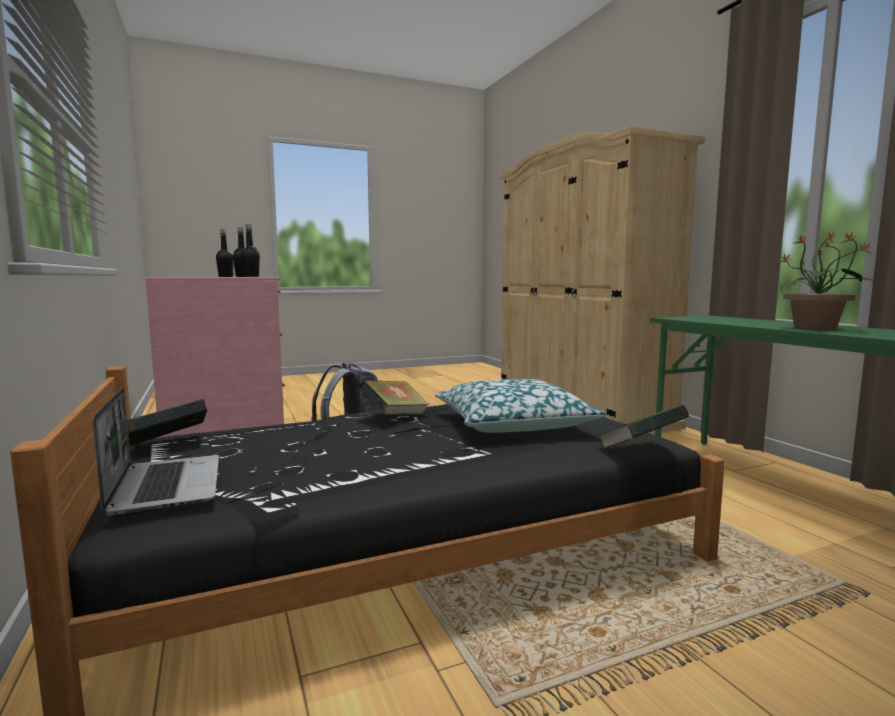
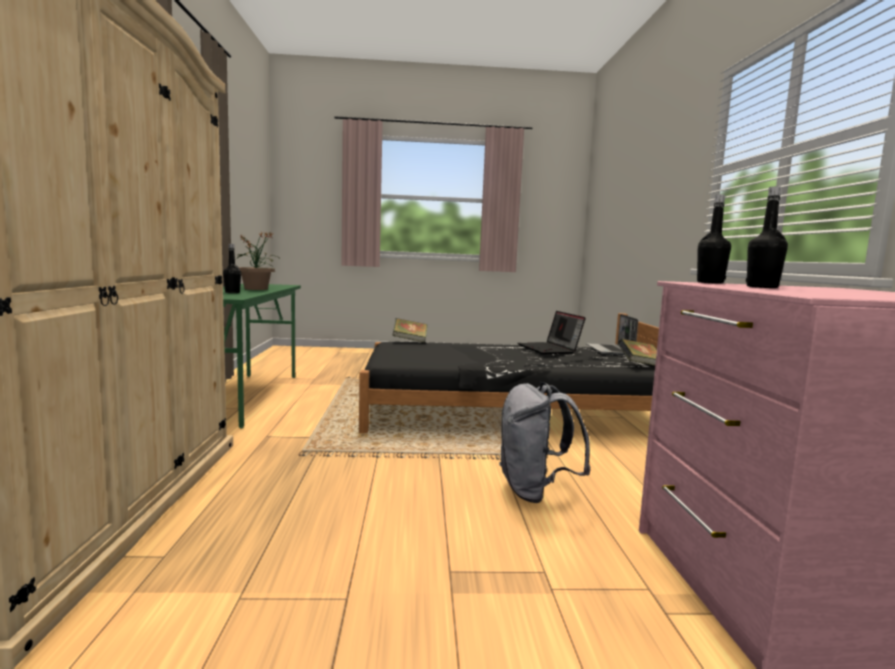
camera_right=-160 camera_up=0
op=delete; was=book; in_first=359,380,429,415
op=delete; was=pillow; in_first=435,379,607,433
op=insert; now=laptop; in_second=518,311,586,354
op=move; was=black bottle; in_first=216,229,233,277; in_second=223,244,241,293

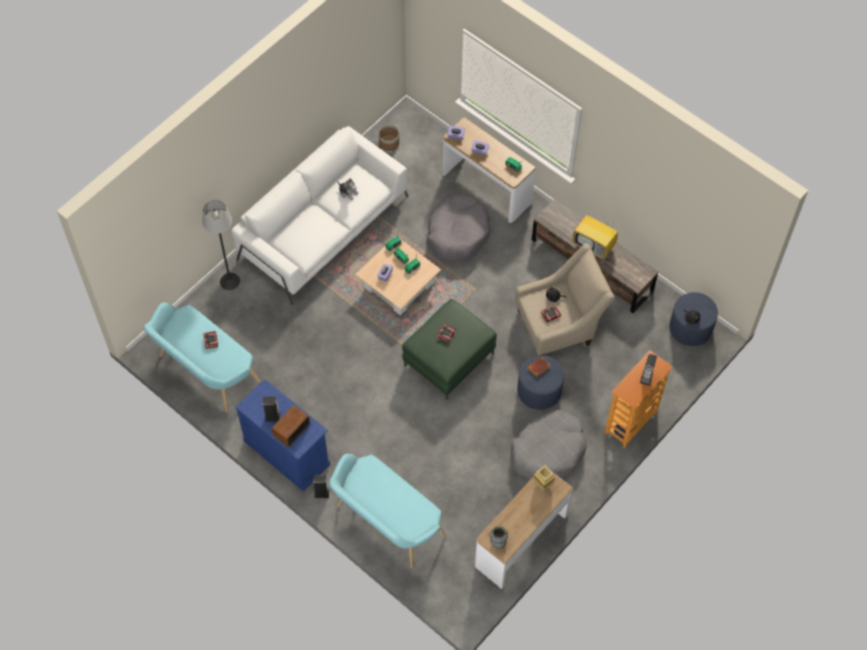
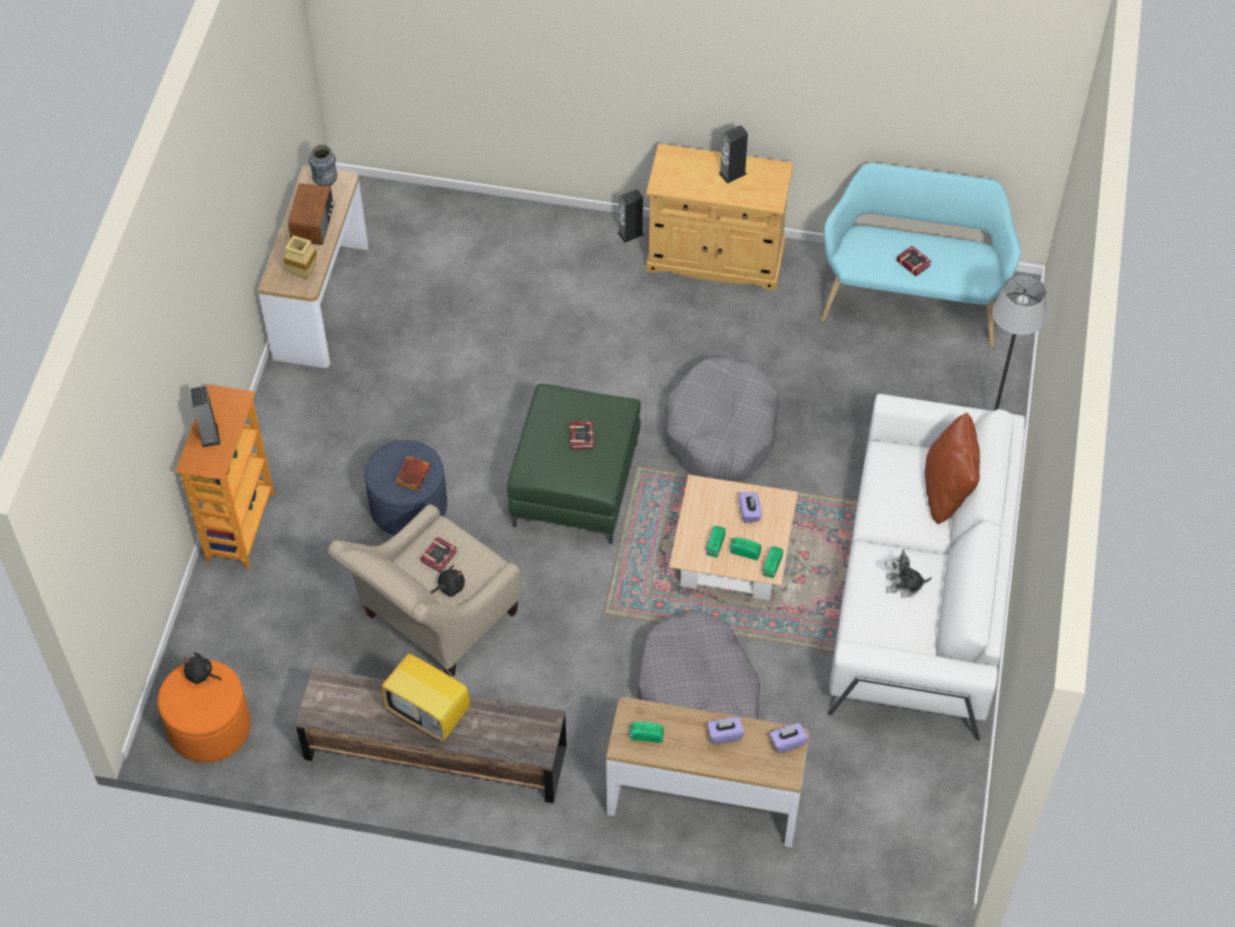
camera_right=150 camera_up=-5
op=delete; was=turquoise bench; in_first=329,454,447,569
op=delete; was=planter; in_first=379,125,399,151
op=insert; now=brown pillow; in_second=925,413,980,524
op=move; was=radio; in_first=272,405,310,447; in_second=288,183,335,245
op=move; was=grey dog bed; in_first=511,409,587,480; in_second=664,357,779,481
op=recolor; was=blue cabinet; now=beige cabinet; in_first=235,379,330,491; in_second=646,143,793,291
op=recolor; was=blue ottoman; now=orange ottoman; in_first=669,292,718,346; in_second=158,660,251,763
op=rotate; was=television; in_first=572,215,618,260; in_second=381,652,470,742; clockwise=-150

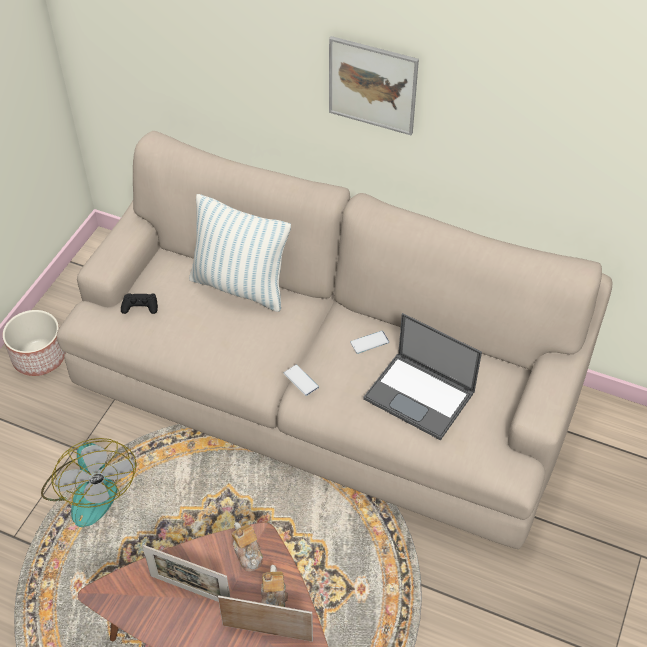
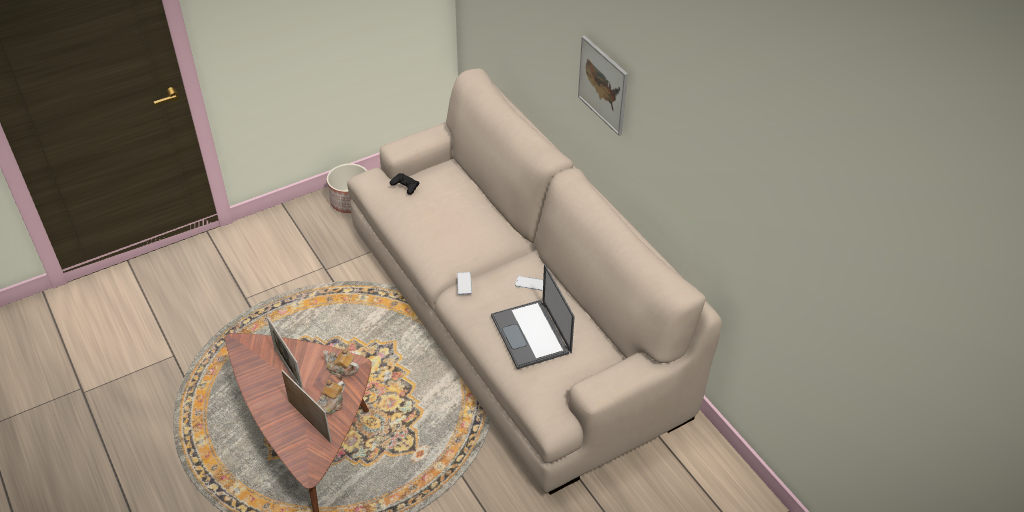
camera_right=35 camera_up=-5
op=delete; was=fan; in_first=41,438,137,527
op=delete; was=pillow; in_first=189,194,291,312
op=rotate; was=teapot; in_first=231,522,263,571; in_second=323,349,359,379; clockwise=105

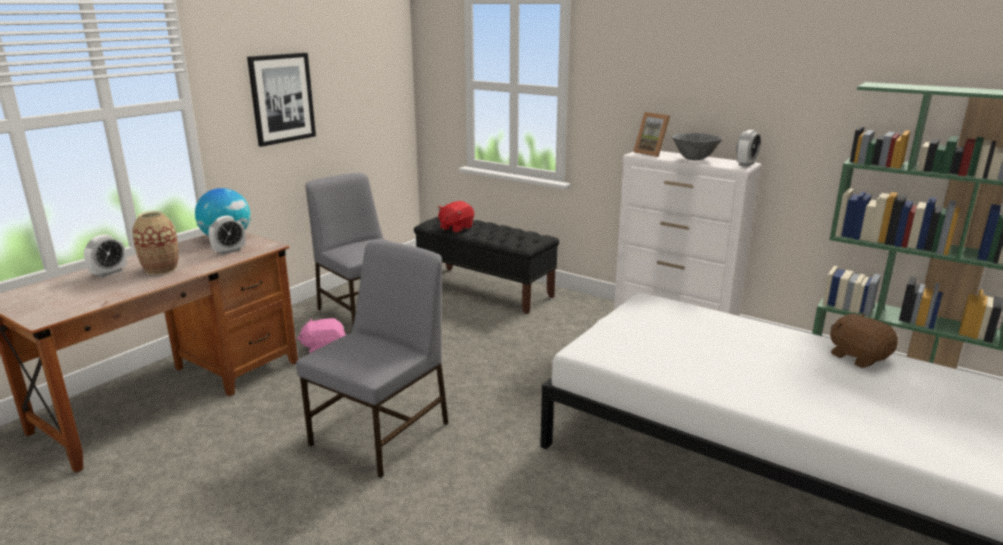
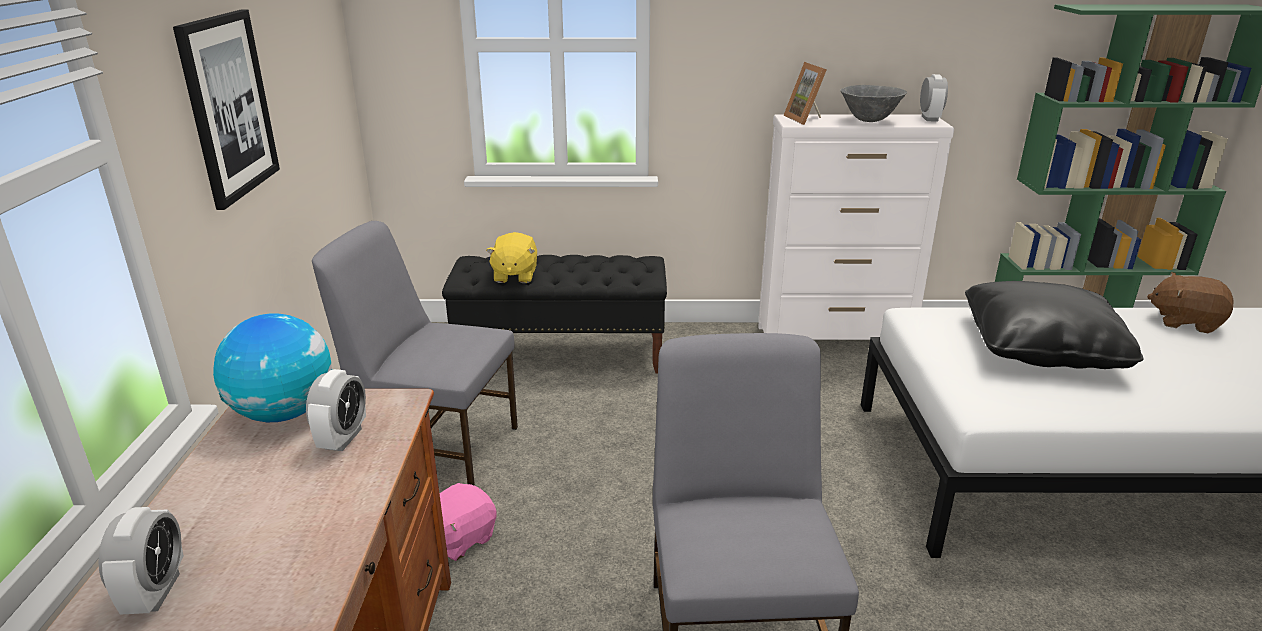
camera_right=-35 camera_up=5
op=delete; was=vase; in_first=132,211,179,275
op=insert; now=black pillow; in_second=965,281,1144,369
op=recolor; was=red plush toy; now=yellow plush toy; in_first=437,201,474,233; in_second=486,232,537,283
op=rotate; was=picture frame; in_first=633,112,670,157; in_second=784,62,826,125; clockwise=60

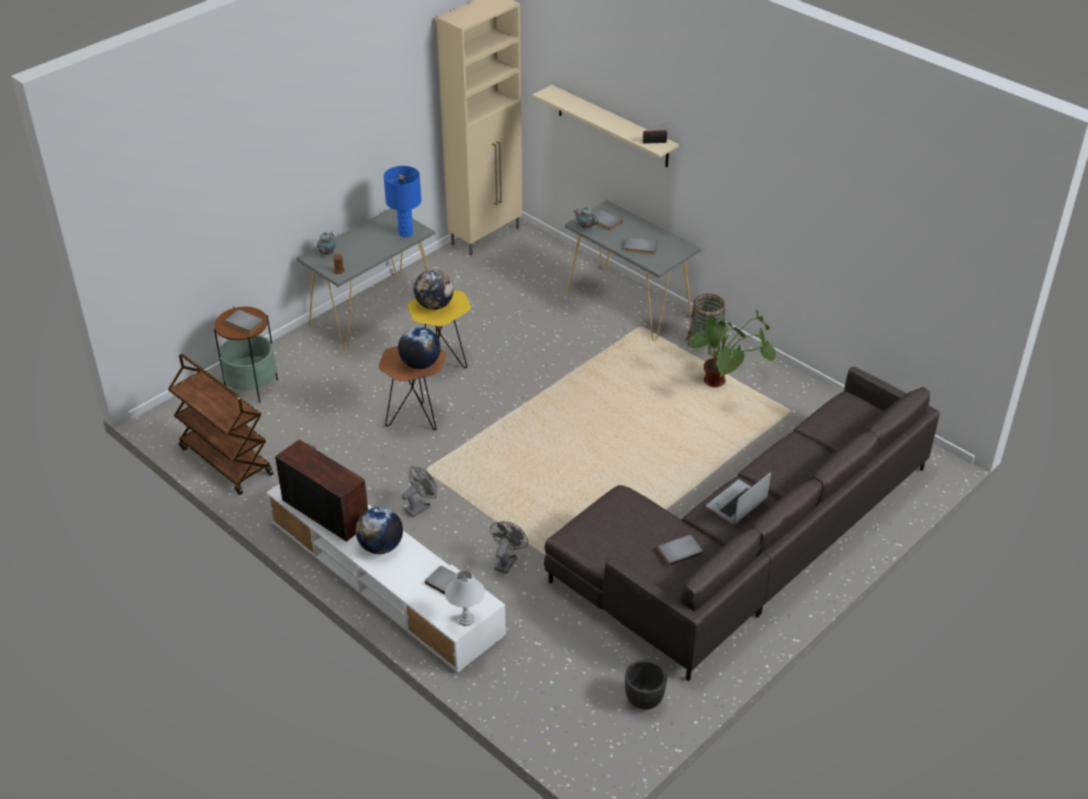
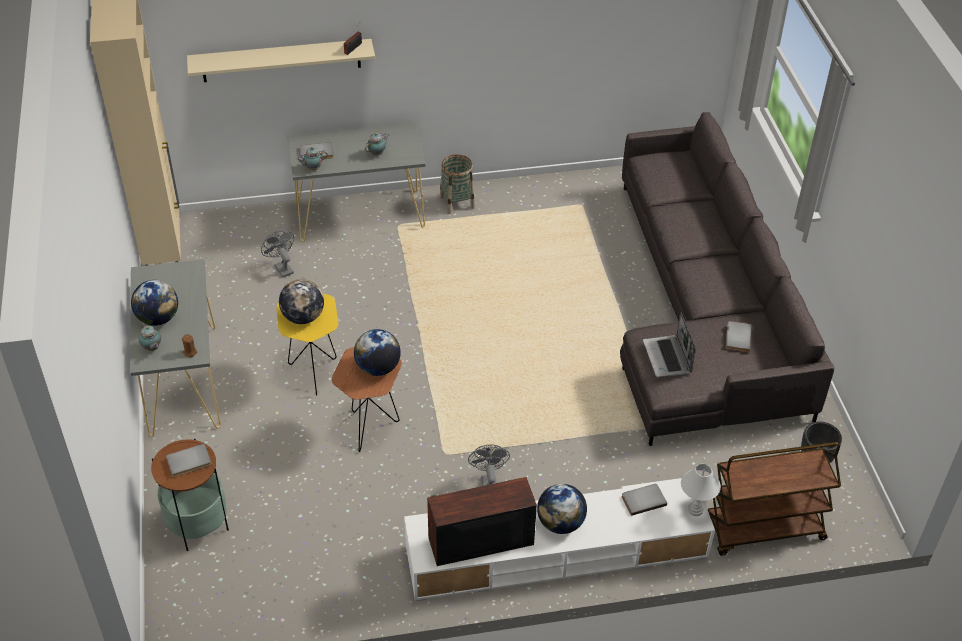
camera_right=-55 camera_up=5
op=delete; was=blue table lamp; in_first=383,166,421,237
op=delete; was=potted plant; in_first=685,310,776,387
op=insert; now=globe; in_second=131,280,178,326
op=move; was=brown cart; in_first=168,354,273,495; in_second=708,442,841,556
op=move; was=grey fan; in_first=490,521,528,574; in_second=261,231,294,277
op=move; was=laptop; in_first=706,472,771,525; in_second=643,312,696,377
op=replace; was=grey book; now=teapot; in_first=624,237,658,255; in_second=365,133,389,156

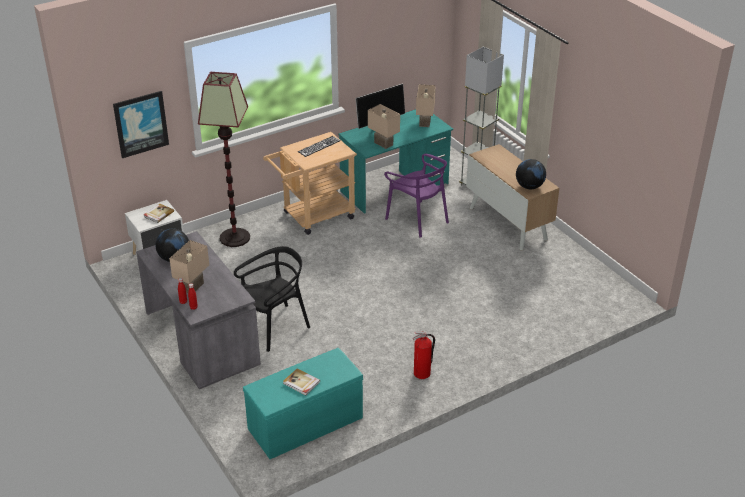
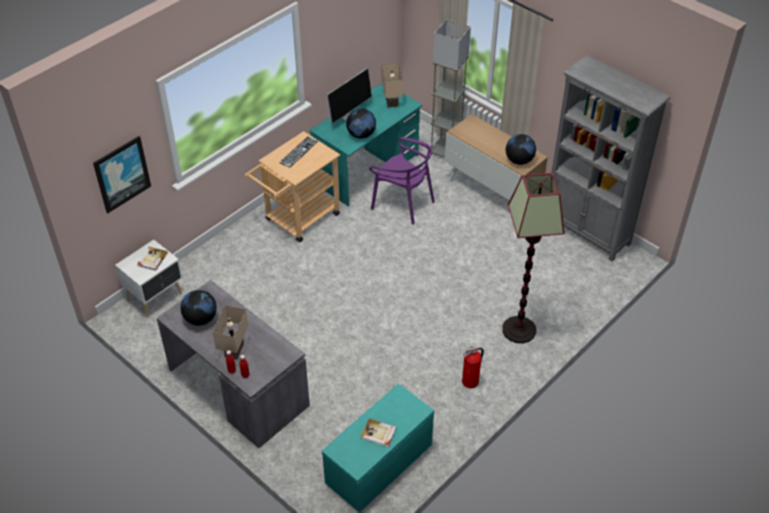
camera_right=-15 camera_up=10
op=delete; was=black chair; in_first=234,246,310,352
op=insert; now=grey bookcase; in_second=551,55,670,262
op=move; was=floor lamp; in_first=198,72,250,247; in_second=502,173,565,343
op=replace; was=beige table lamp; now=globe; in_first=368,104,400,149; in_second=346,108,376,139

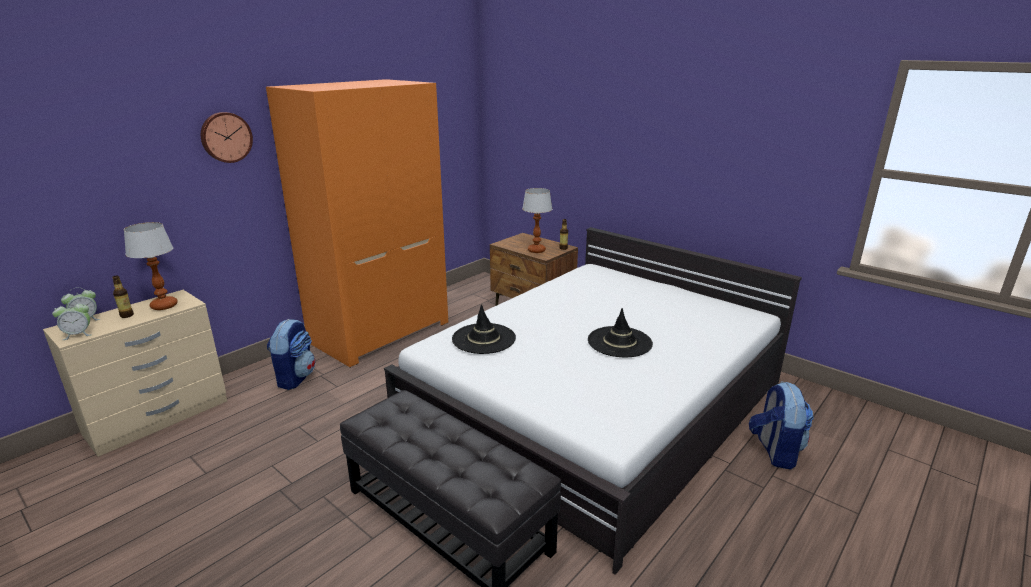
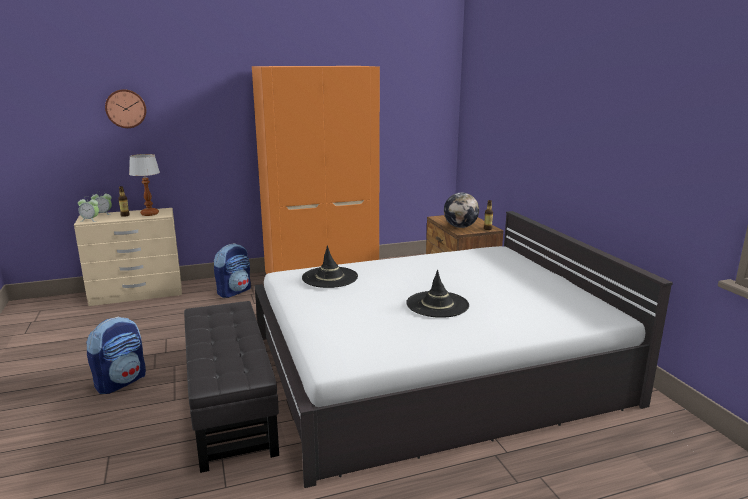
camera_right=30 camera_up=-5
op=move; was=wall clock; in_first=201,112,253,163; in_second=105,89,146,128
op=move; was=backpack; in_first=749,381,814,469; in_second=86,317,146,394
op=replace; was=table lamp; now=globe; in_first=522,188,552,253; in_second=444,192,479,228

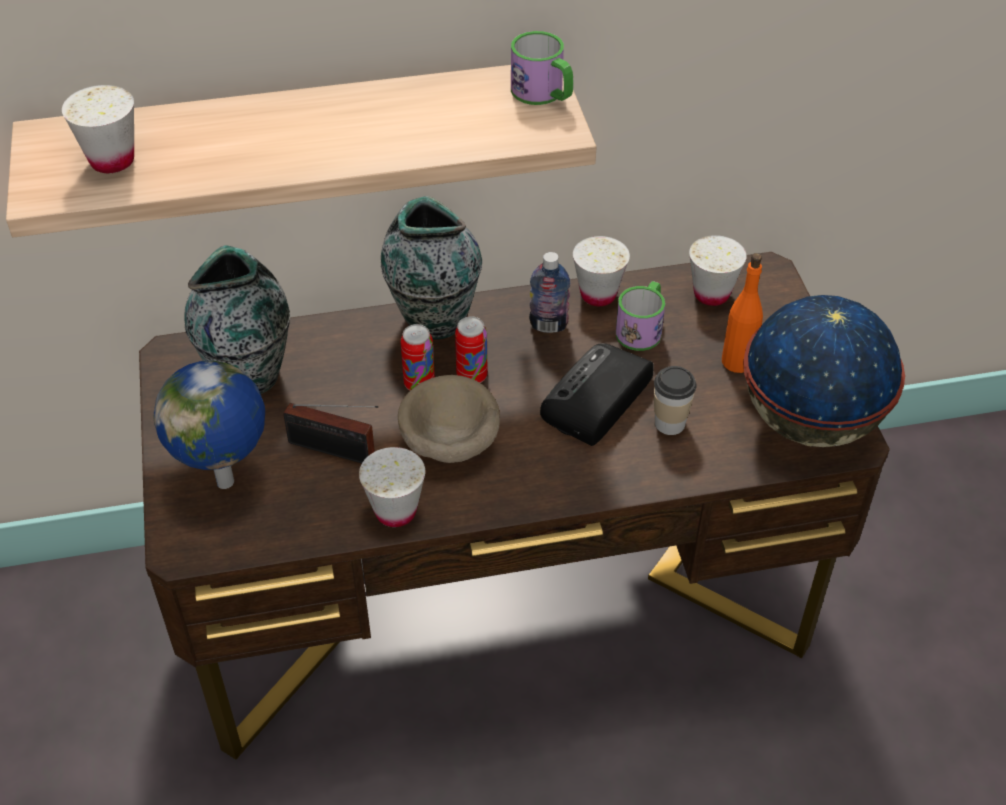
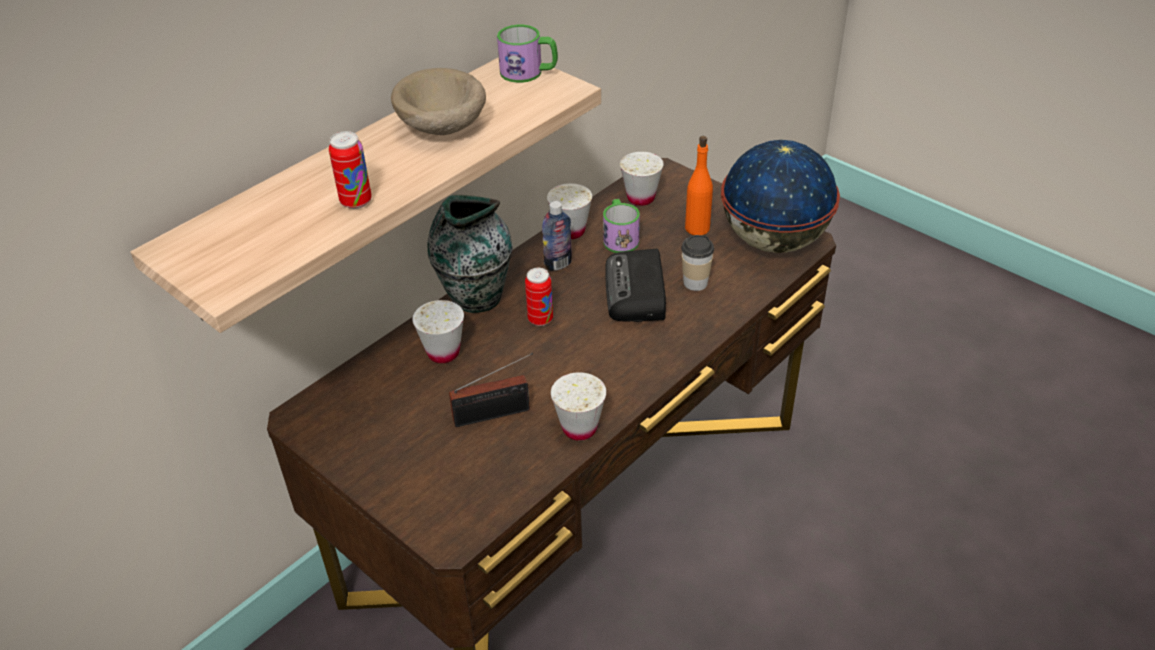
camera_right=-35 camera_up=-5
op=delete; was=globe; in_first=153,361,265,489
op=delete; was=vase; in_first=184,246,290,394
op=move; was=white cup; in_first=62,85,134,173; in_second=412,300,464,363
op=move; was=beige bowl; in_first=398,375,500,463; in_second=391,68,486,135
op=move; was=can; in_first=401,324,435,391; in_second=329,131,372,209

